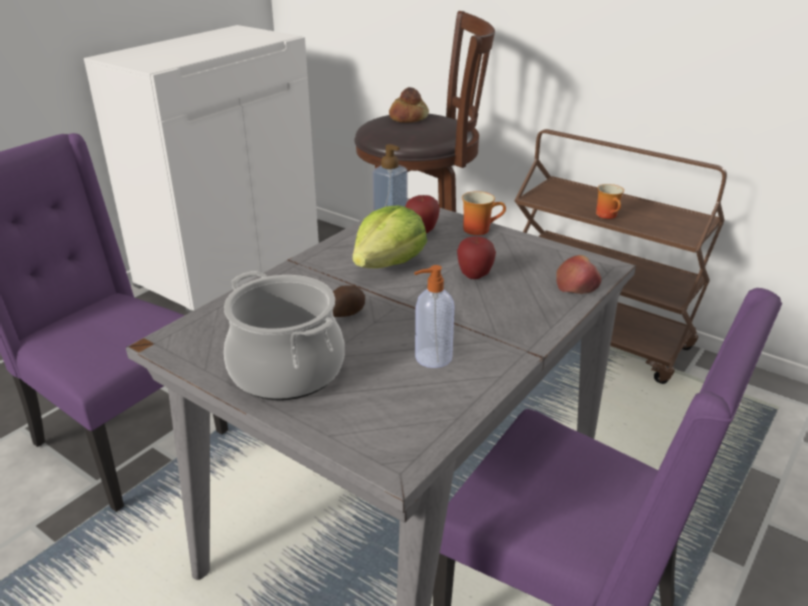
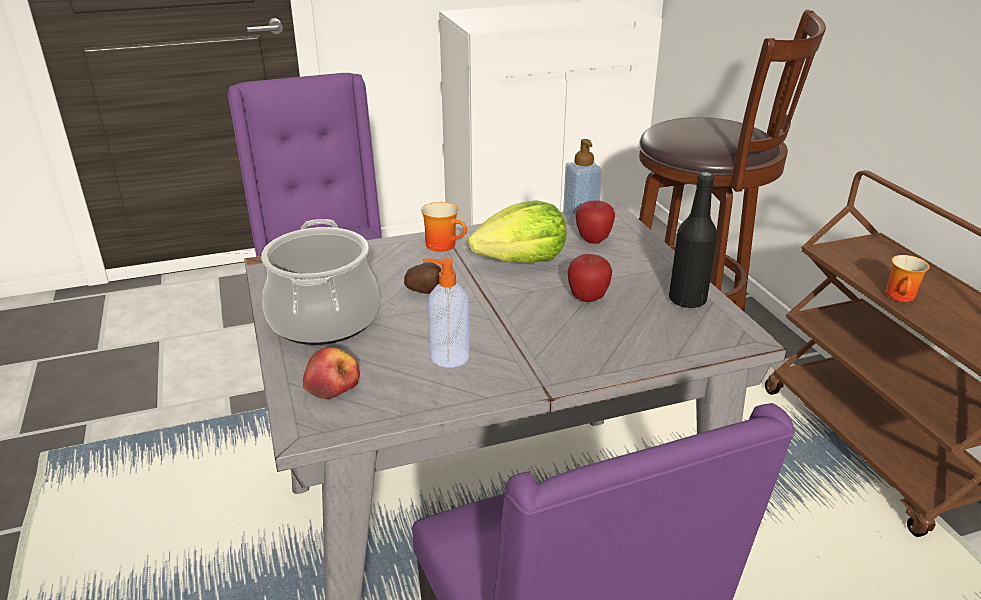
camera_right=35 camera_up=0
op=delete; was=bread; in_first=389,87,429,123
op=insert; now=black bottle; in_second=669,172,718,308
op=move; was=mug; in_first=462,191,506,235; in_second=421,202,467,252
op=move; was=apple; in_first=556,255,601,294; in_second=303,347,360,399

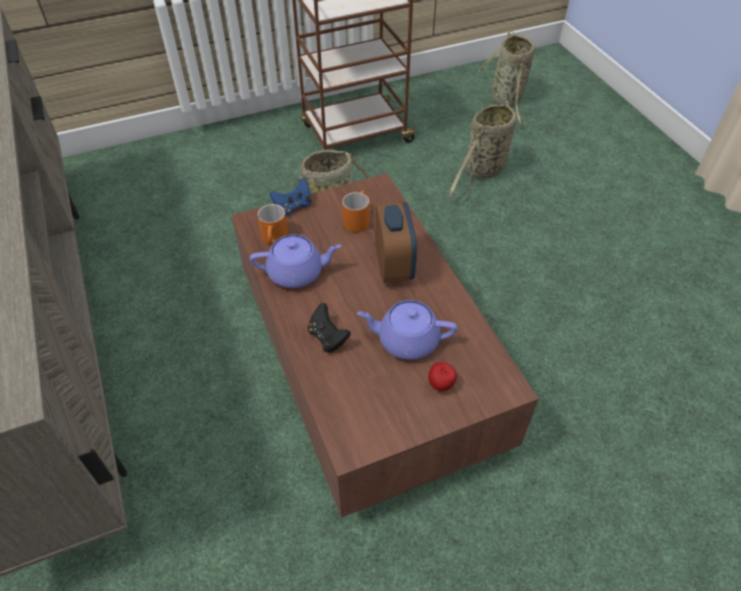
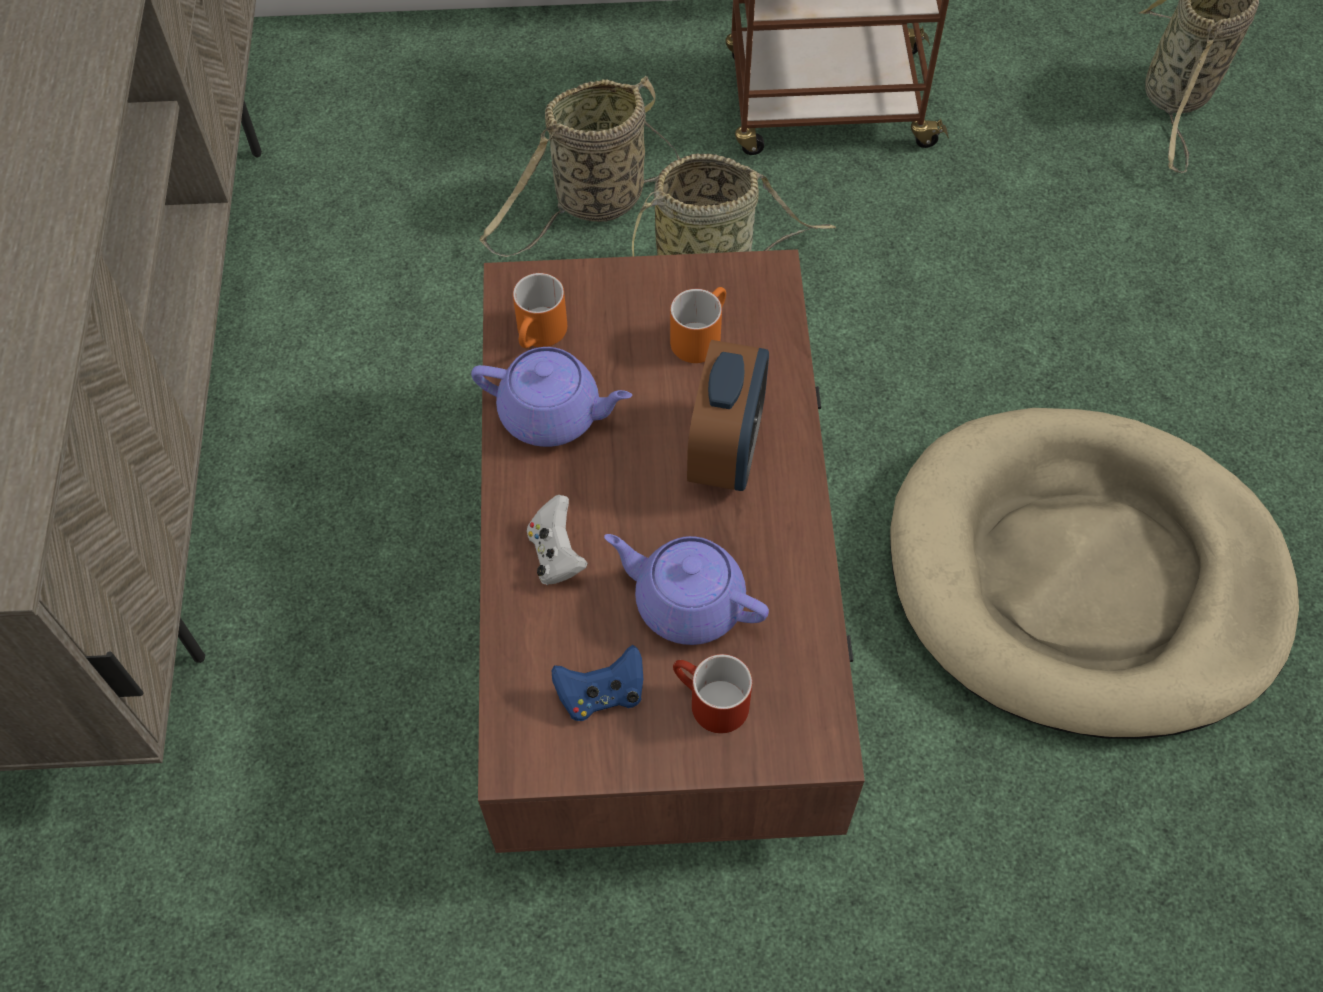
camera_right=20 camera_up=10
op=insert; now=beige dog bed; in_second=890,408,1299,739
op=move; was=blue game controller; in_first=270,178,312,216; in_second=552,645,643,721
op=move; was=basket; in_first=449,100,516,201; in_second=480,76,680,257
op=replace; was=apple; now=red mug; in_first=428,362,457,391; in_second=673,654,752,734
op=recolor; was=black game controller; now=white game controller; in_first=308,303,351,353; in_second=527,495,588,585

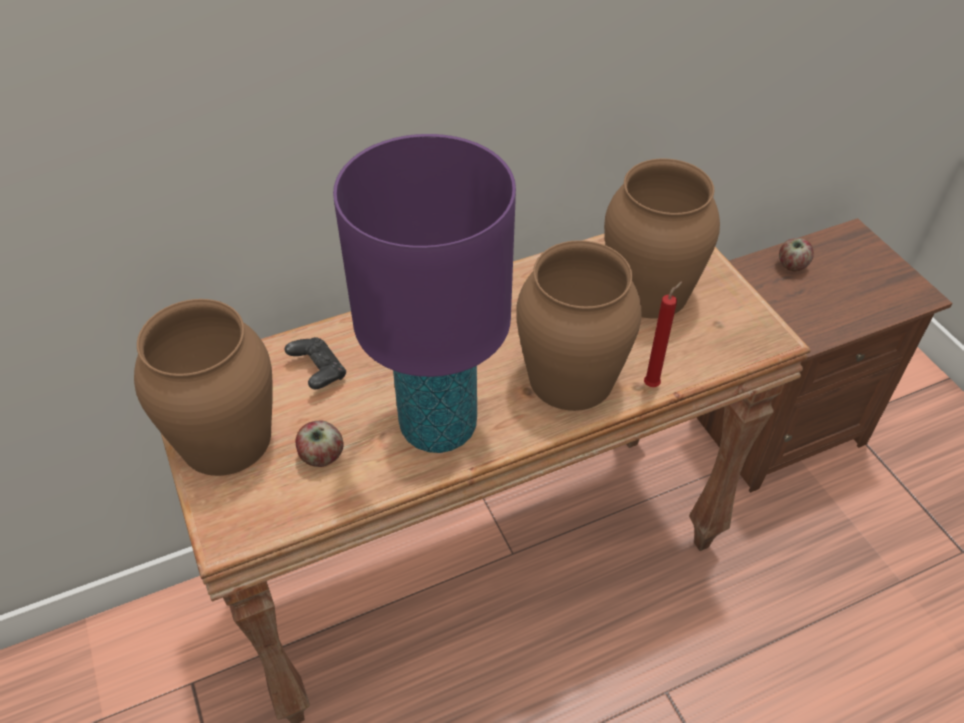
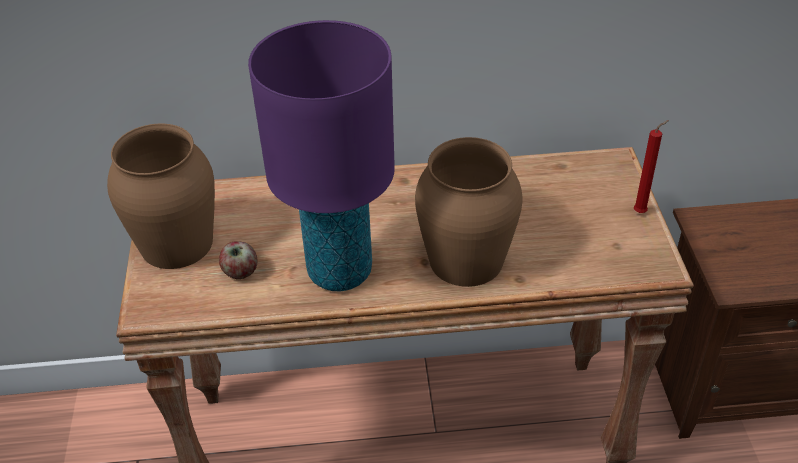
camera_right=20 camera_up=-5
op=delete; was=black game controller; in_first=285,337,346,389
op=delete; was=brown vase; in_first=604,159,720,319
op=delete; was=apple; in_first=779,238,814,271
op=move; was=red candle; in_first=644,281,682,387; in_second=634,120,669,213

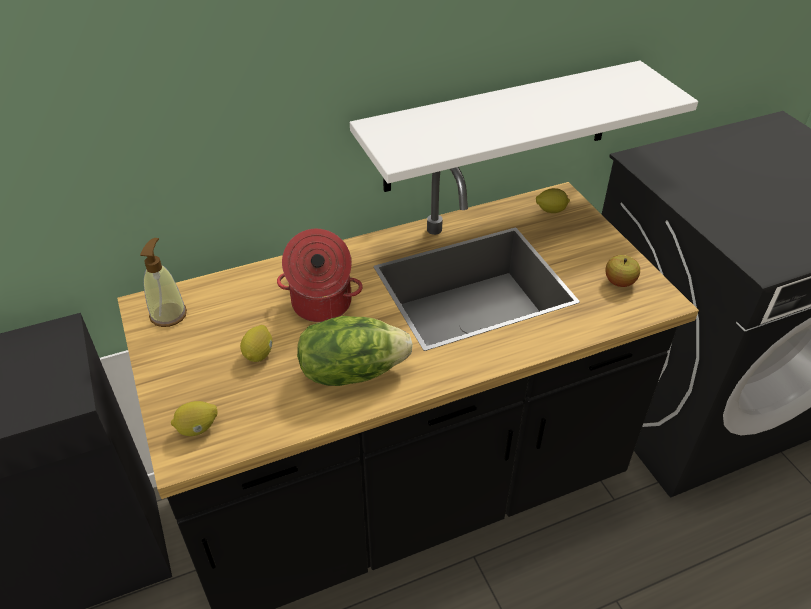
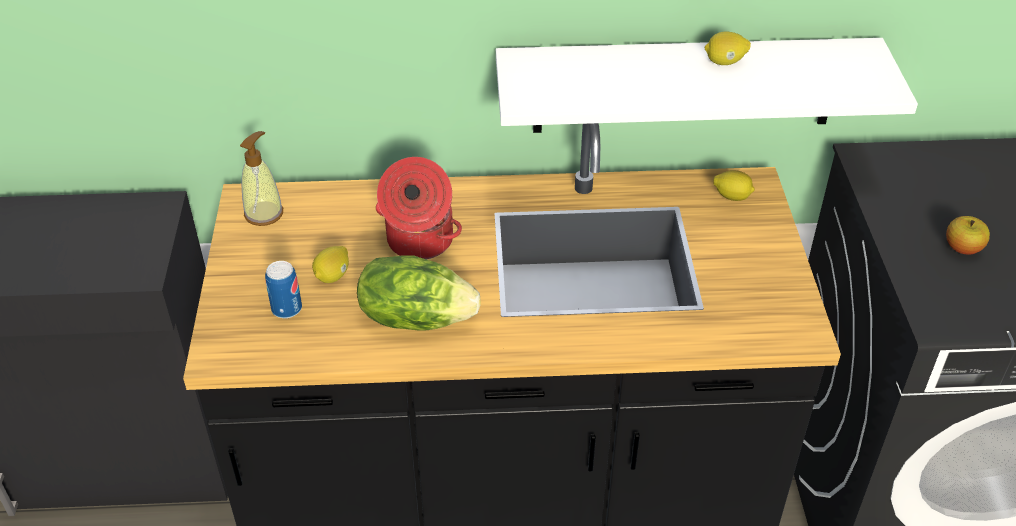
camera_right=20 camera_up=0
op=insert; now=can; in_second=265,261,302,318
op=move; was=lemon; in_first=171,401,218,436; in_second=705,32,751,65
op=move; was=apple; in_first=605,255,640,287; in_second=946,216,990,254

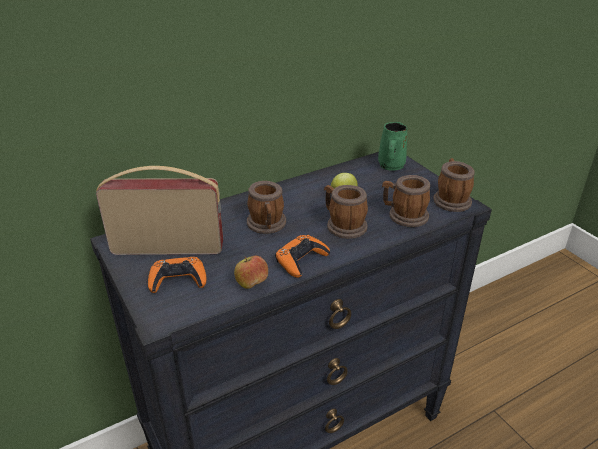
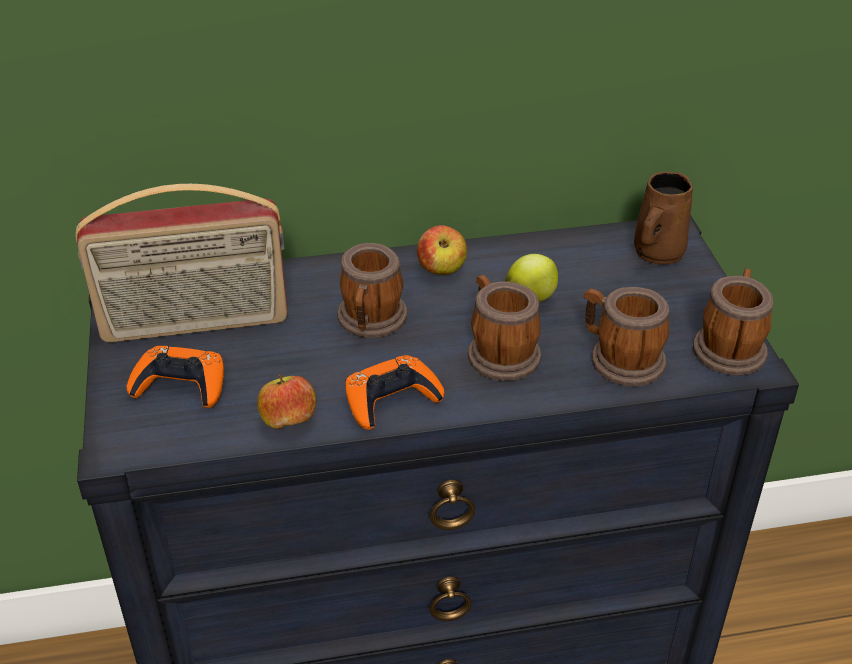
camera_right=20 camera_up=5
op=insert; now=apple; in_second=417,225,467,275
op=recolor; was=green mug; now=brown mug; in_first=378,122,408,171; in_second=634,172,693,264
op=rotate; was=radio; in_first=96,166,223,255; in_second=75,184,288,342; clockwise=150

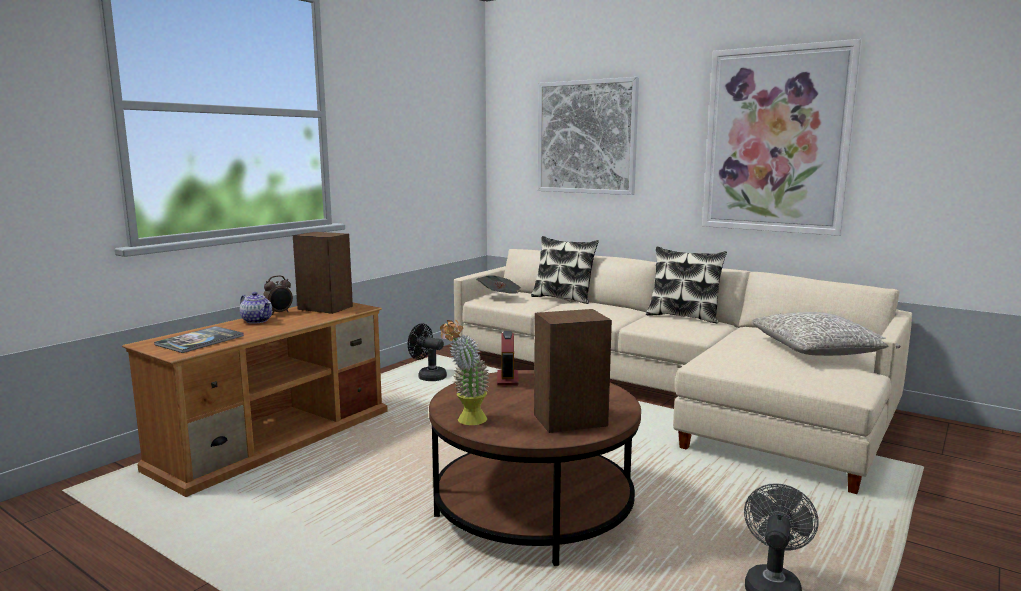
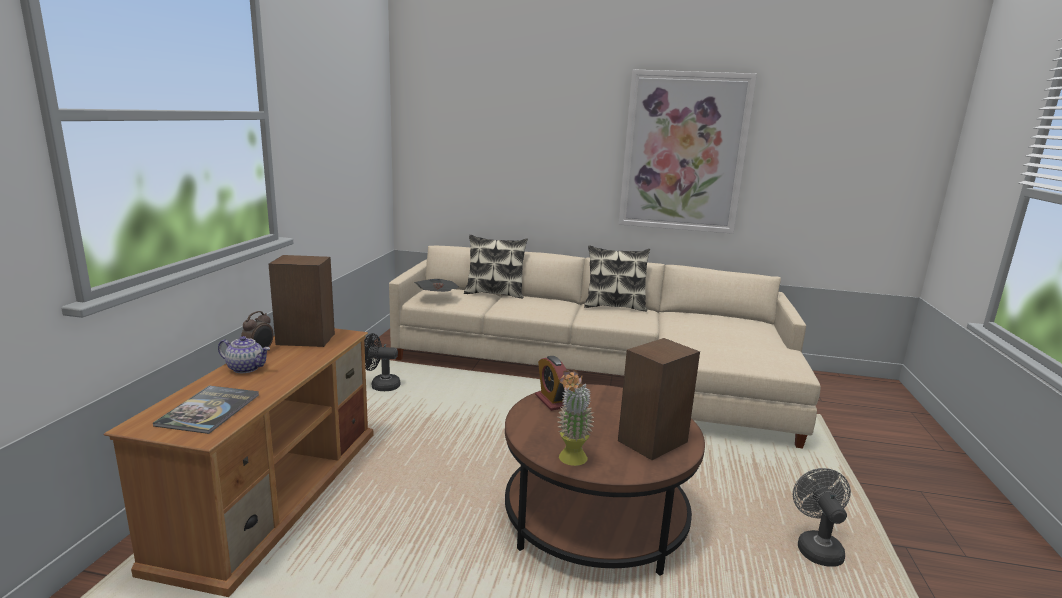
camera_right=-25 camera_up=5
op=delete; was=picture; in_first=538,77,639,195
op=delete; was=grey pillow; in_first=752,312,901,356

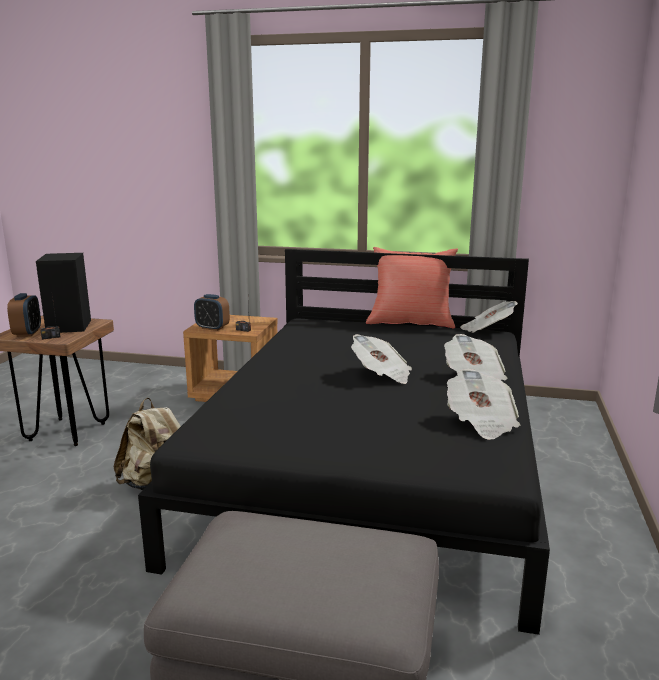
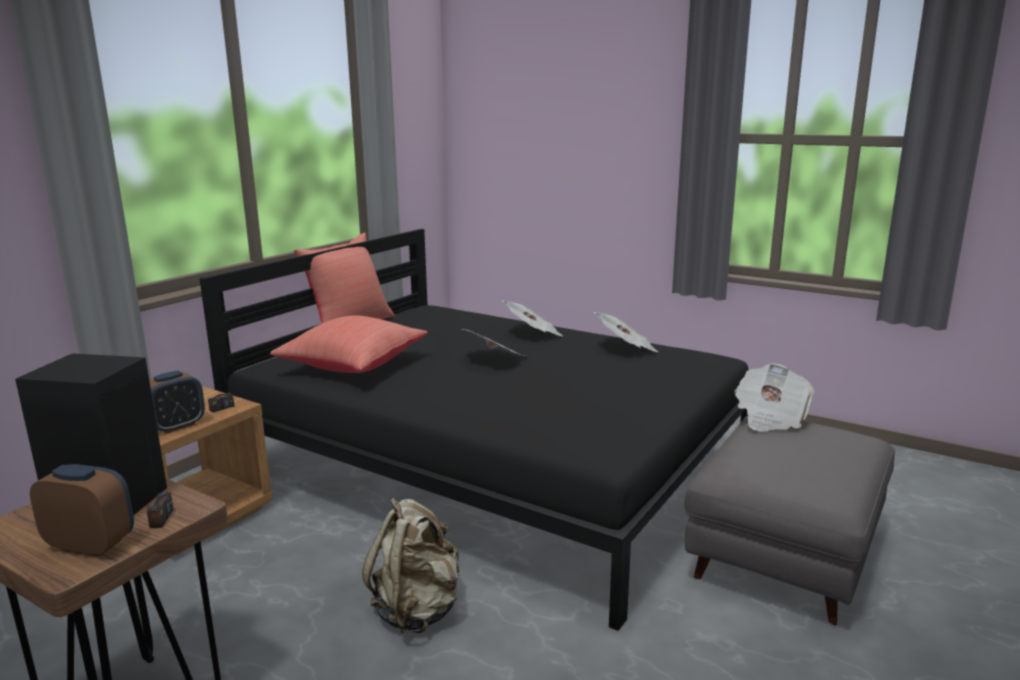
camera_right=-70 camera_up=0
op=insert; now=red pillow; in_second=270,316,428,373
op=move; was=newspaper; in_first=460,301,518,333; in_second=735,363,814,431

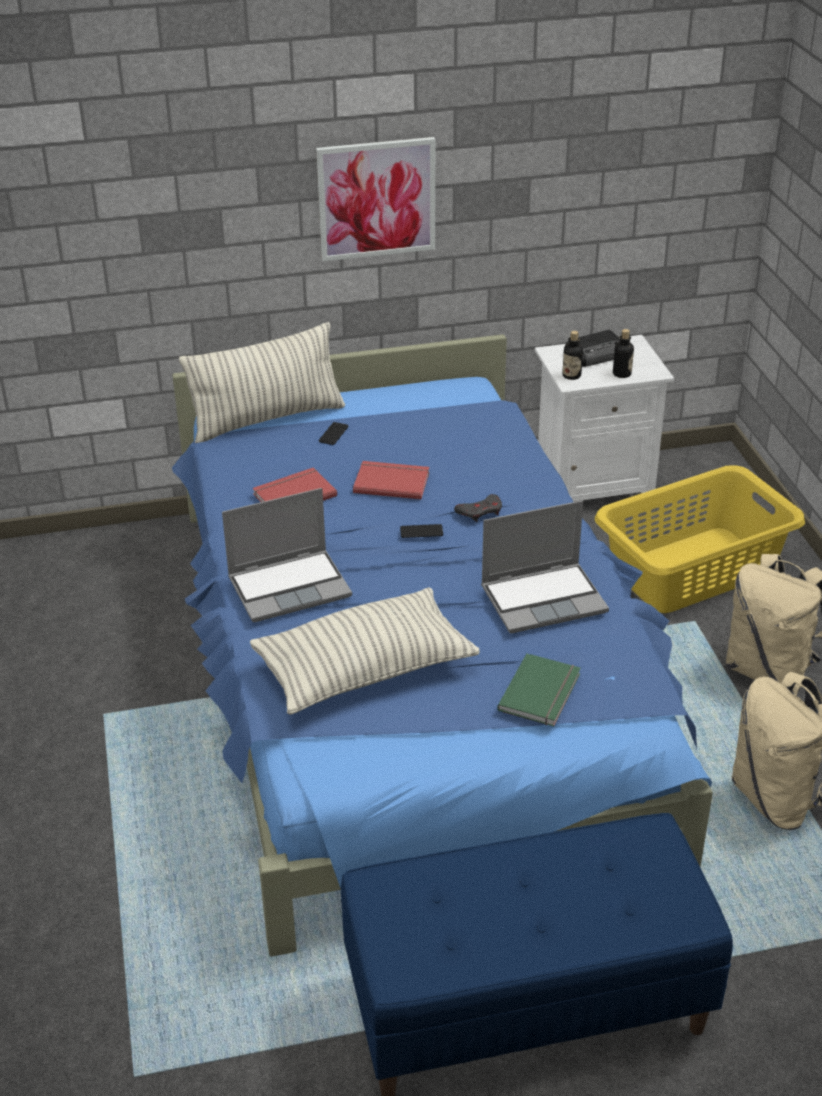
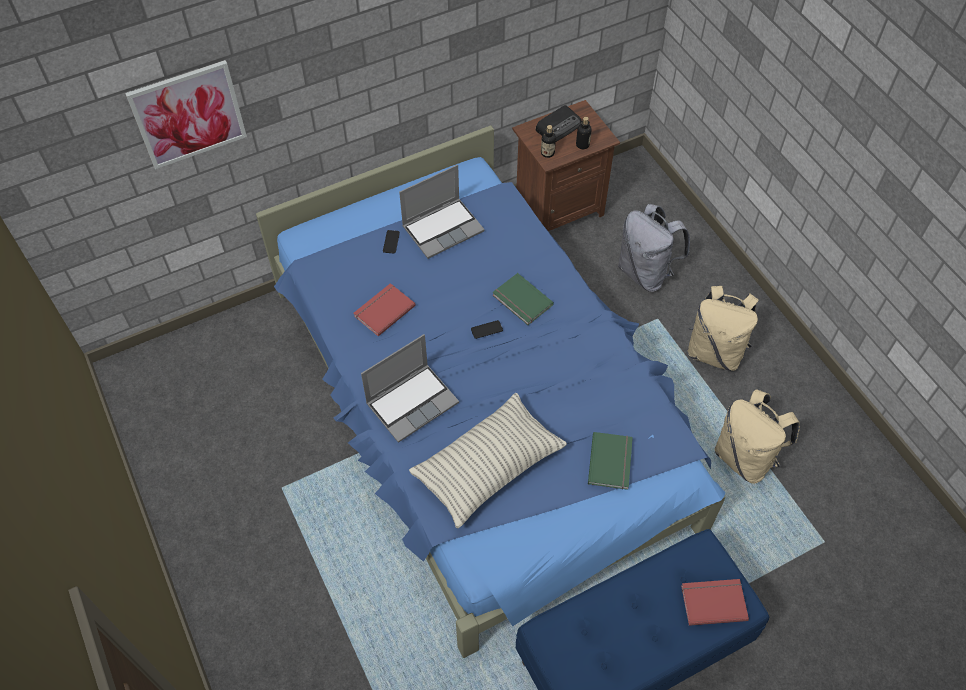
camera_right=-15 camera_up=20
op=delete; was=pillow; in_first=179,322,345,443
op=move; was=picture; in_first=316,137,435,261; in_second=125,60,247,169
op=move; was=red book; in_first=353,461,429,500; in_second=681,579,749,626
op=move; was=laptop; in_first=481,501,609,633; in_second=399,165,485,259
op=replace; was=grey game controller; now=green book; in_first=454,494,502,522; in_second=492,273,554,325
op=replace; was=yellow laundry basket; now=grey backpack; in_first=595,465,805,613; in_second=618,204,690,292
op=recolor; was=white nightstand; now=brown nightstand; in_first=535,335,674,502; in_second=512,100,620,231

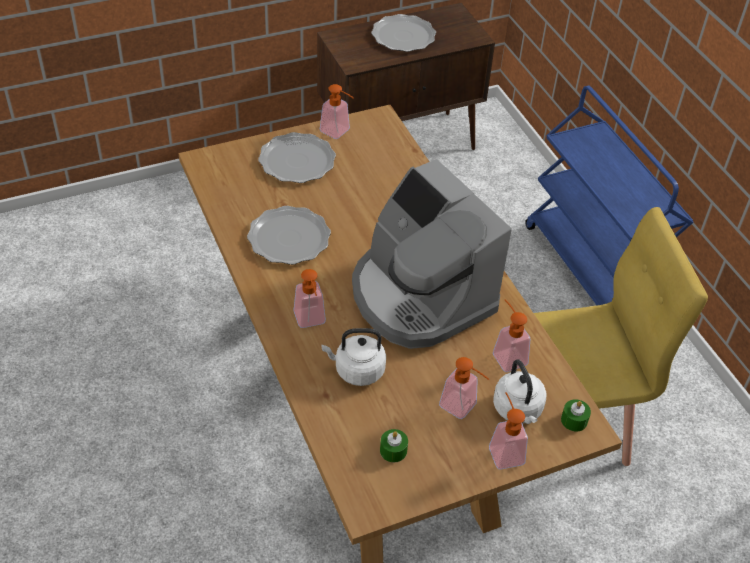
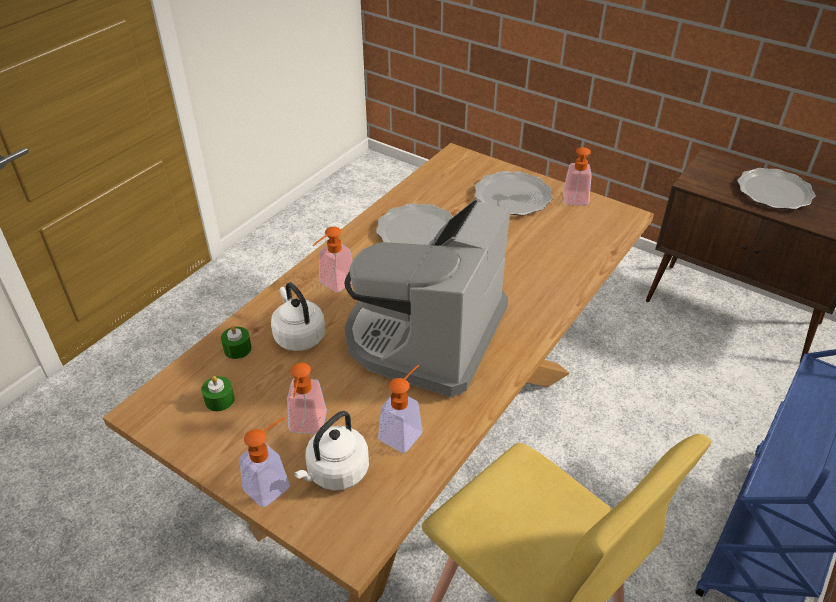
camera_right=60 camera_up=-5
op=move; was=green candle; in_first=561,399,591,432; in_second=221,325,252,359

